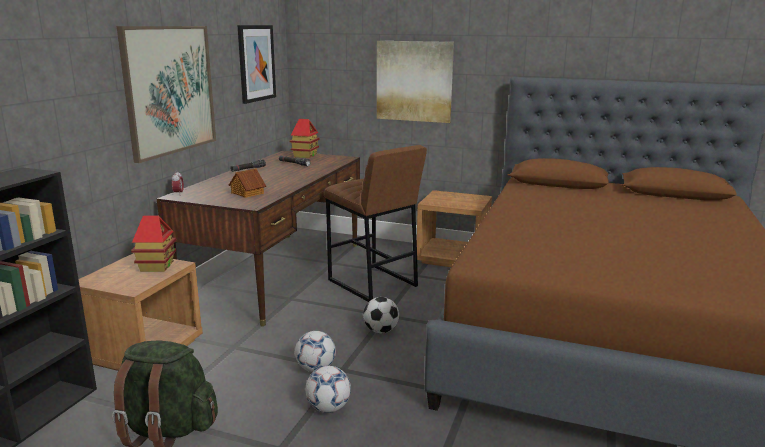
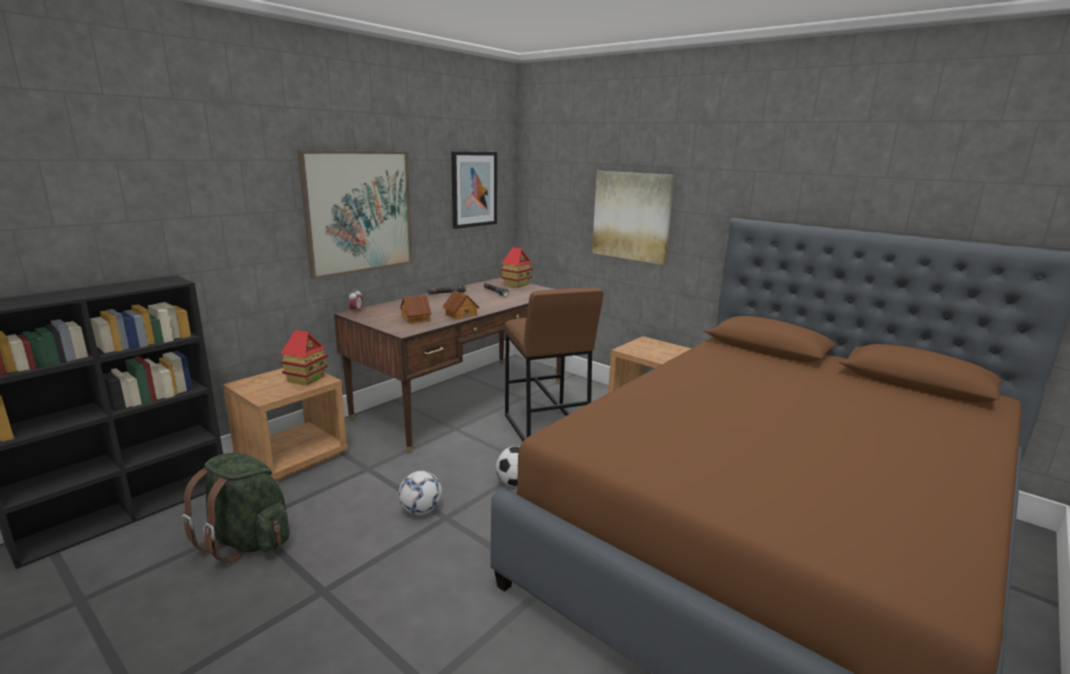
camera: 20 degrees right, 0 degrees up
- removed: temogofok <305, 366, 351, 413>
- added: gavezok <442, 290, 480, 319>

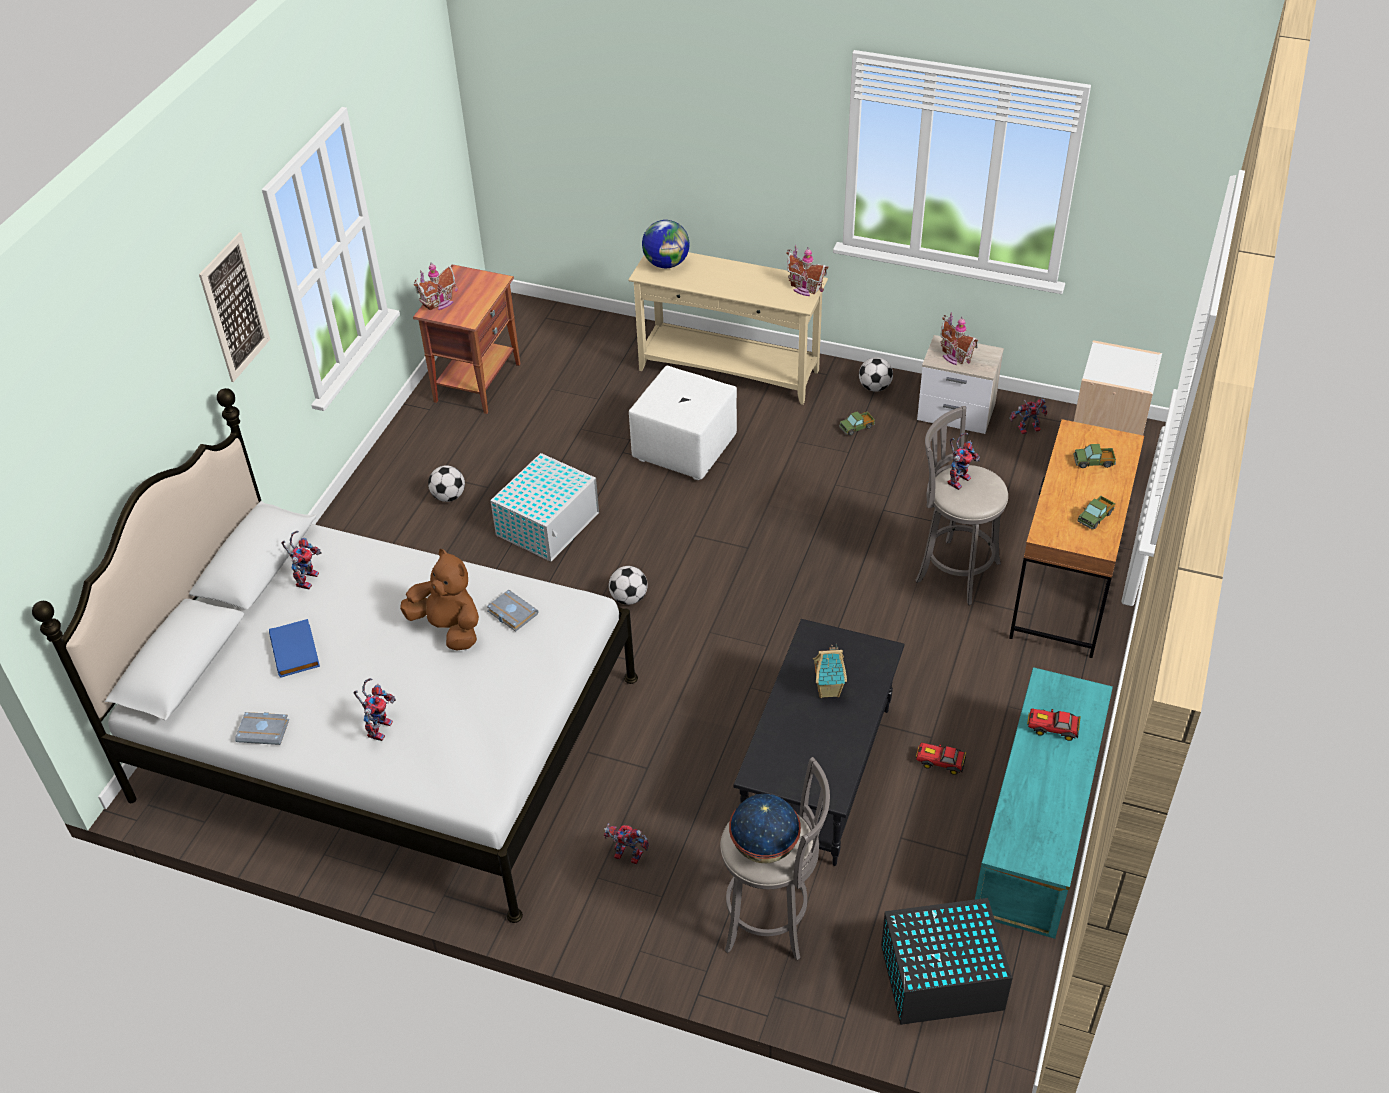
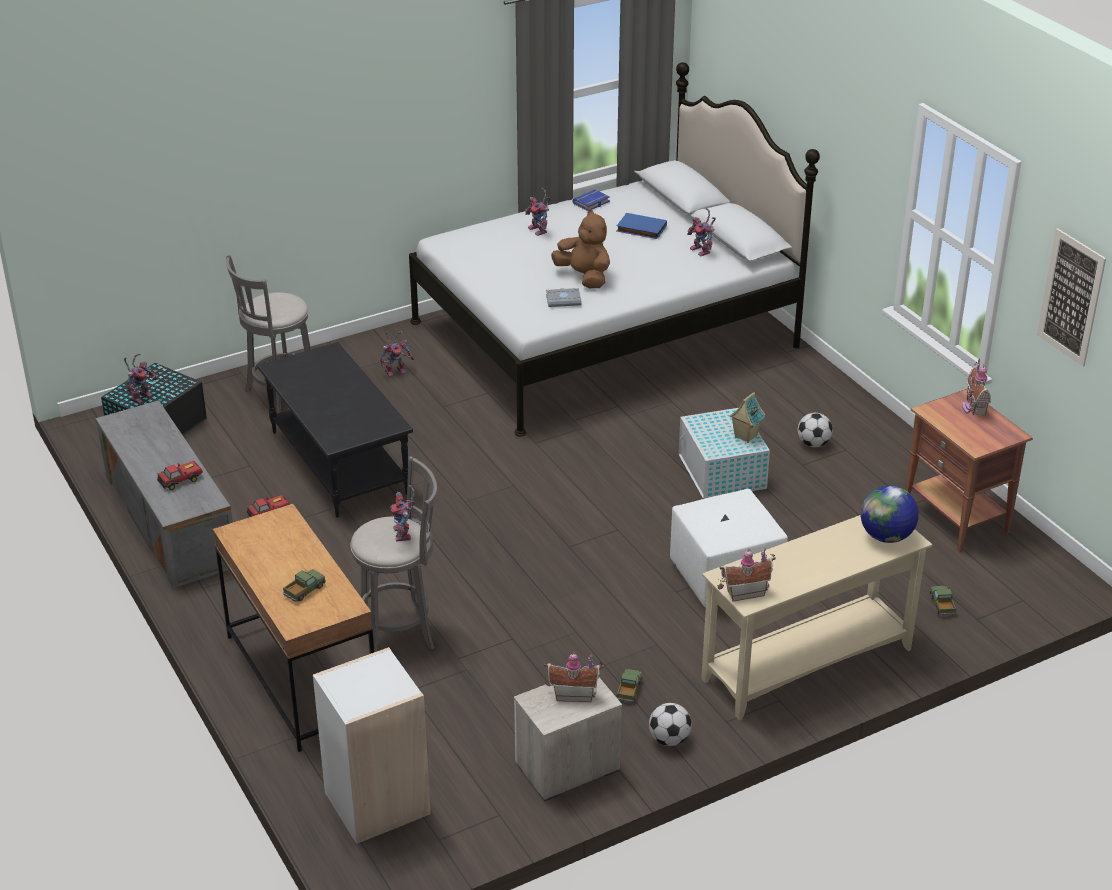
camera: 130 degrees right, 10 degrees down
- moved: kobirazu <199, 232, 270, 382> to <1037, 228, 1106, 367>
- moved: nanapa <1009, 397, 1047, 434> to <124, 353, 158, 404>
- moved: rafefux <1078, 496, 1115, 529> to <930, 586, 956, 617>
- turned: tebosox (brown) <400, 549, 479, 651> = <551, 209, 610, 288> 120 degrees counterclockwise
- removed: temogofok <609, 566, 648, 605>
- moved: gavezok <813, 643, 847, 698> to <730, 392, 765, 443>
- recoloured: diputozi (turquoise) <975, 667, 1113, 939> to diputozi (grey) <95, 400, 233, 588>
- recoloured: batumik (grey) <235, 712, 289, 745> to batumik (blue) <572, 189, 610, 211>
- removed: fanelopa <729, 794, 801, 863>

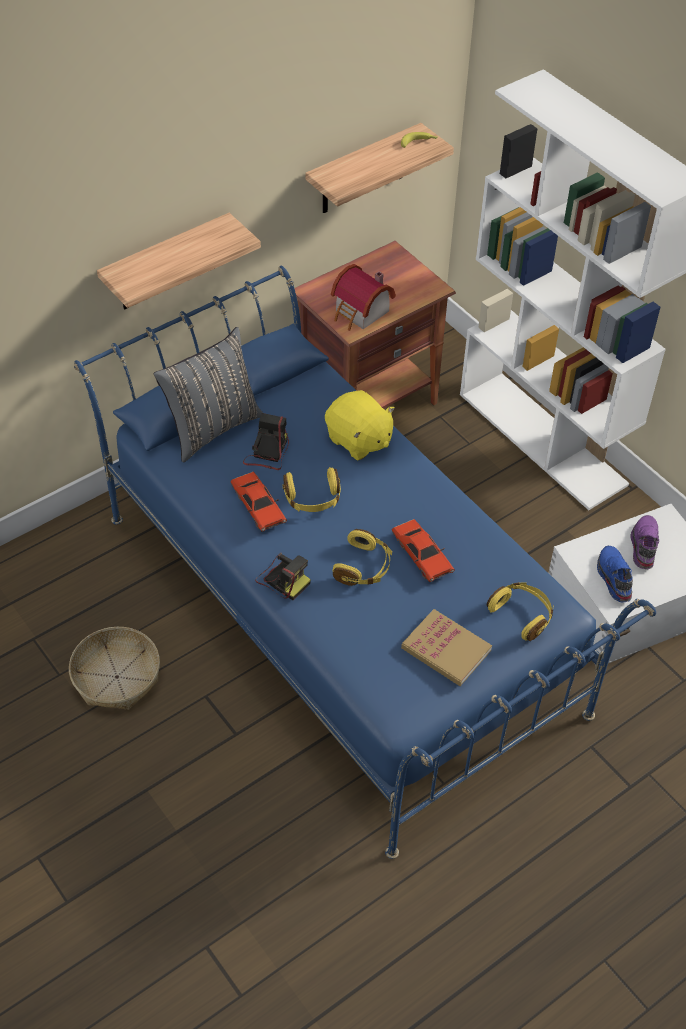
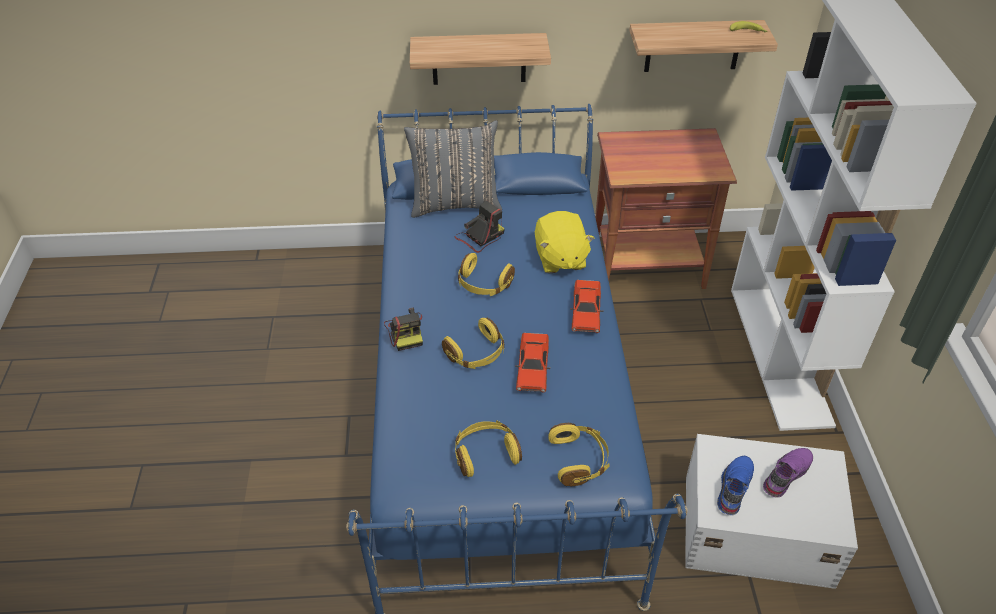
camera: 35 degrees right, 5 degrees down
- removed: gavezok <331, 264, 396, 331>
- moved: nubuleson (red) <231, 472, 287, 532> to <570, 280, 603, 333>
- replaced: batumik <401, 609, 492, 686> to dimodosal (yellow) <455, 420, 522, 477>
- removed: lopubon <69, 627, 160, 710>

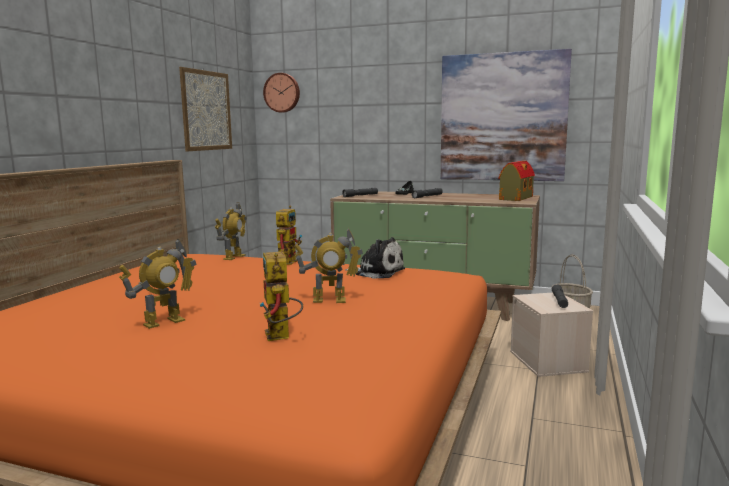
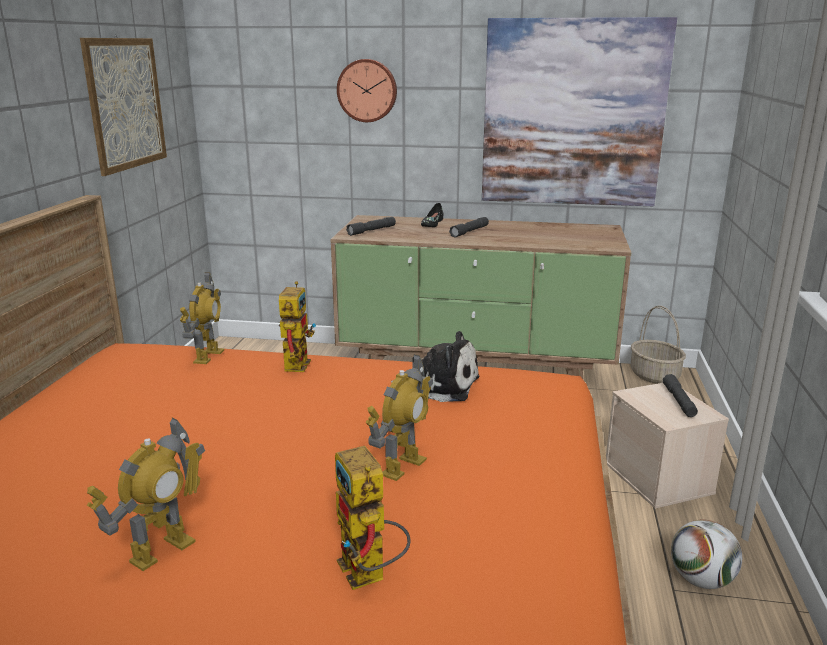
camera: 10 degrees left, 10 degrees up
- moved: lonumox <263, 73, 300, 113> to <337, 59, 397, 122>
- removed: gavezok <498, 161, 535, 201>
- turned: nanapa <294, 229, 363, 303> = <366, 354, 433, 481> 45 degrees counterclockwise
- added: temogofok <671, 520, 742, 589>

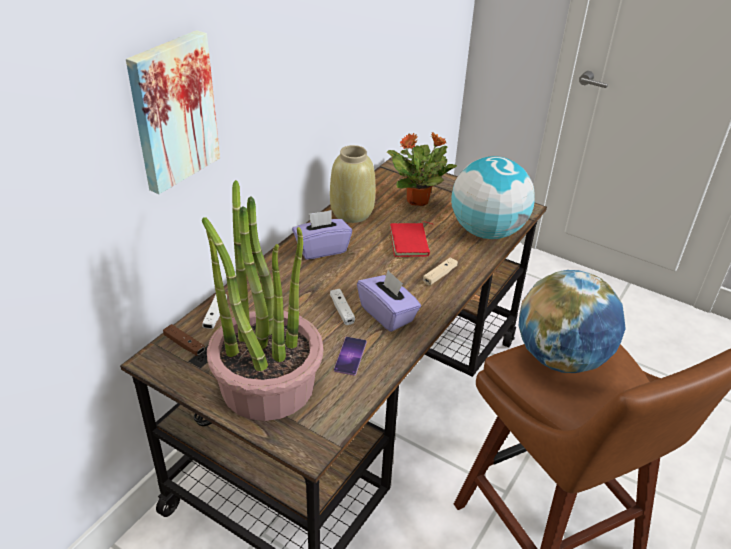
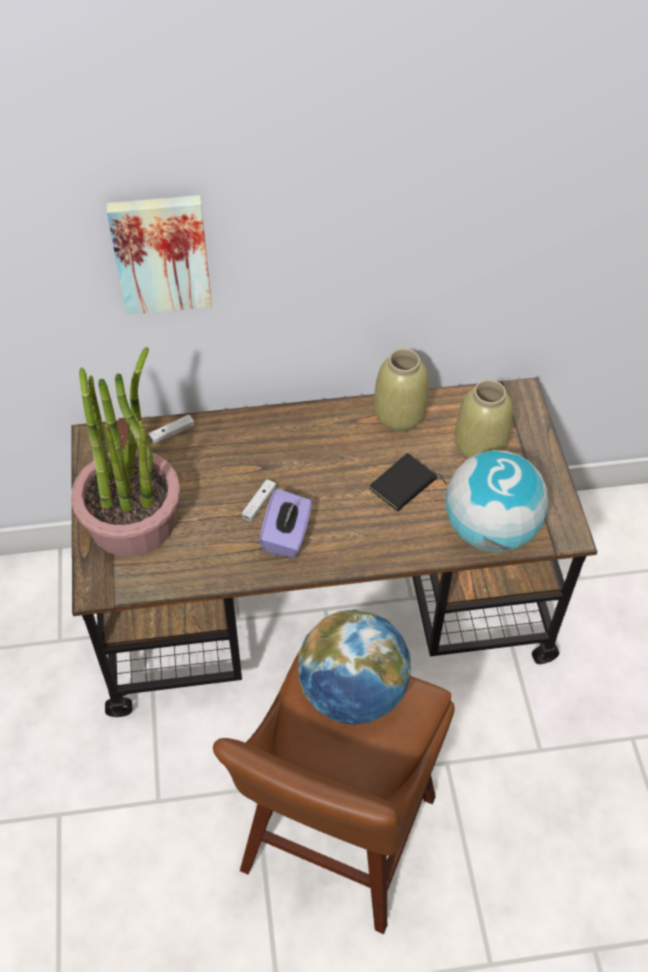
camera: 50 degrees right, 15 degrees up
- replaced: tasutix <387, 132, 457, 206> to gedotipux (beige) <455, 380, 513, 459>
- removed: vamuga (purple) <292, 210, 352, 260>
- recoloured: batumik (red) <390, 221, 434, 257> to batumik (black) <369, 453, 447, 512>
- removed: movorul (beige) <423, 257, 458, 286>
- removed: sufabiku <334, 337, 367, 376>

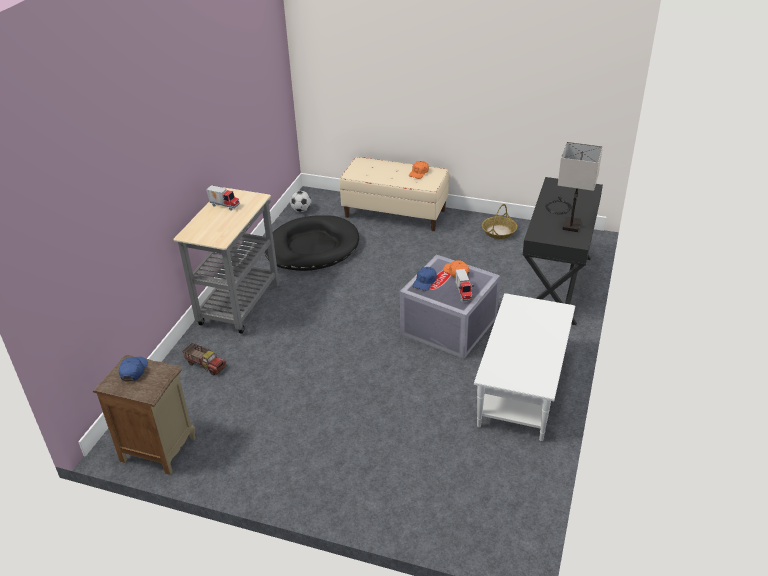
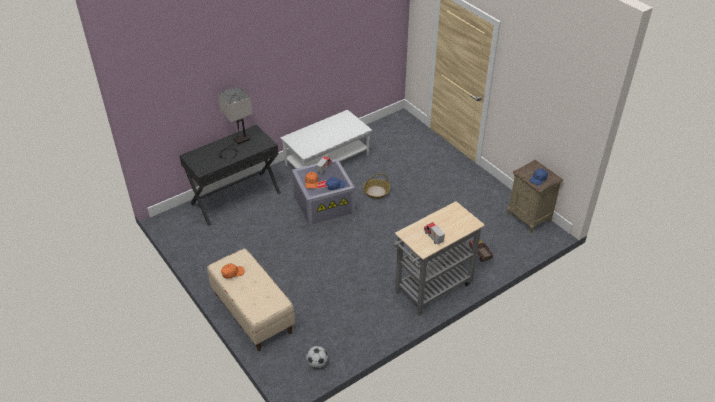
camera: 145 degrees left, 5 degrees up
- moved: lopubon <482, 204, 517, 239> to <363, 174, 390, 199>
- removed: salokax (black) <264, 215, 359, 271>

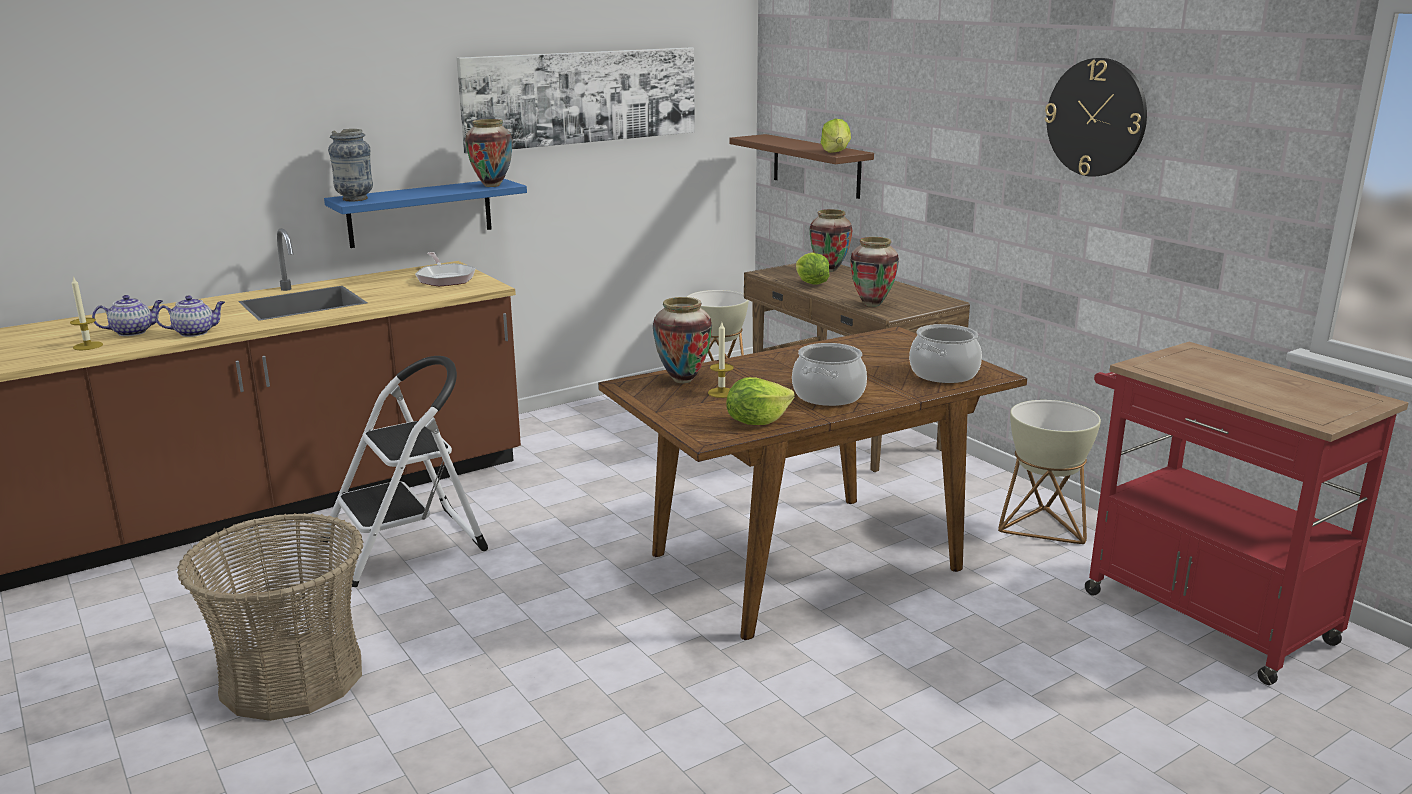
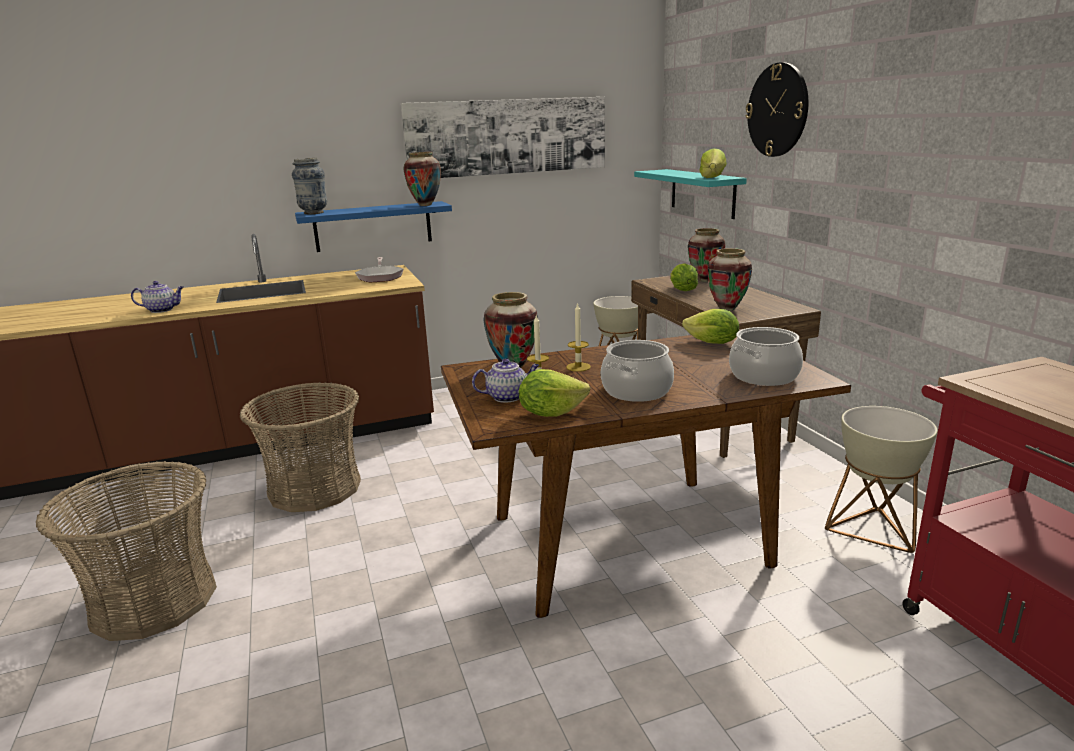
camera: 15 degrees right, 0 degrees up
- moved: lonumox <1045, 58, 1147, 177> to <745, 62, 808, 157>
- recoloured: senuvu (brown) <729, 134, 874, 199> to senuvu (turquoise) <634, 169, 747, 219>
- moved: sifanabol <70, 276, 103, 350> to <566, 302, 591, 372>
- moved: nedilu <92, 295, 163, 336> to <472, 358, 539, 403>
- replaced: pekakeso <321, 356, 488, 587> to lopubon <240, 382, 361, 512>
- added: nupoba <682, 309, 739, 344>

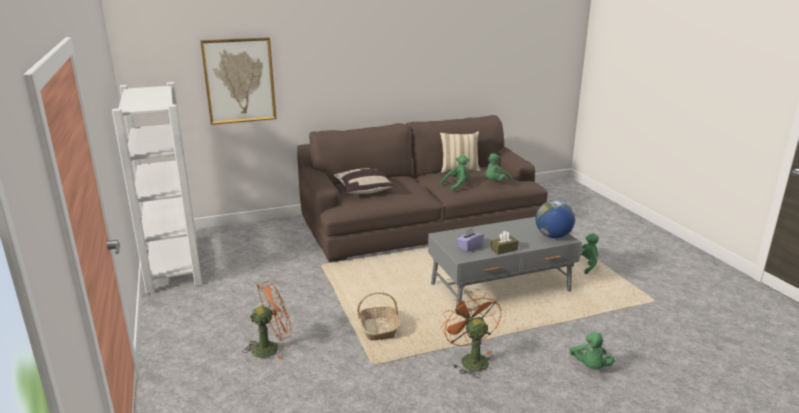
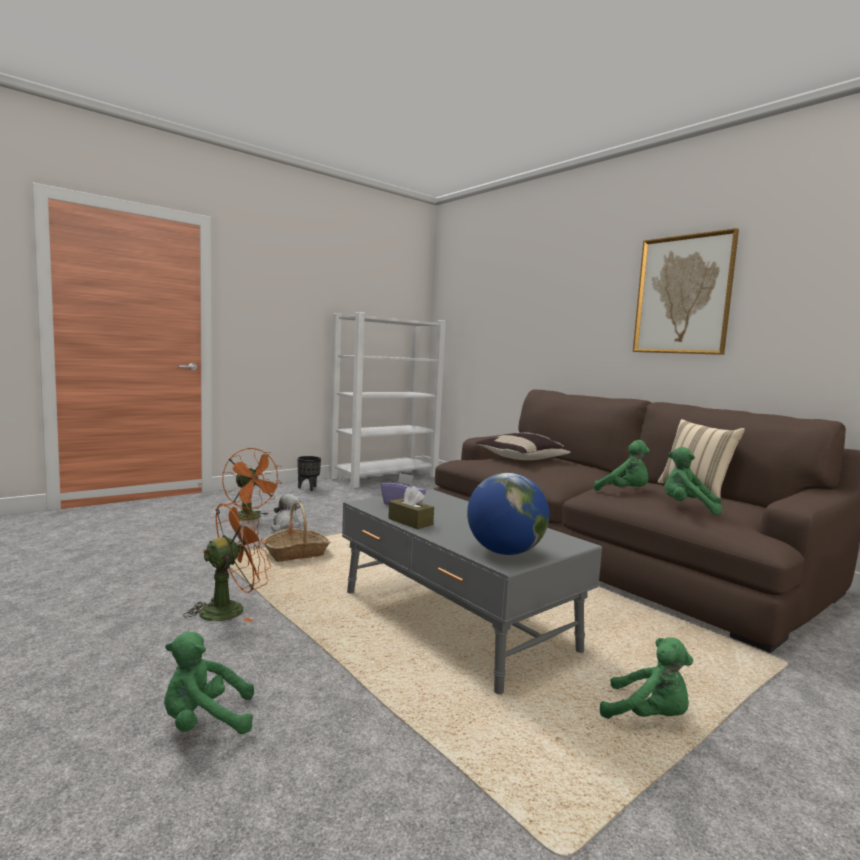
camera: 70 degrees right, 15 degrees down
- moved: kobirazu <200, 37, 276, 125> to <633, 228, 739, 355>
- added: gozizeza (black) <297, 456, 321, 491>
- added: tebosox <271, 494, 301, 532>

